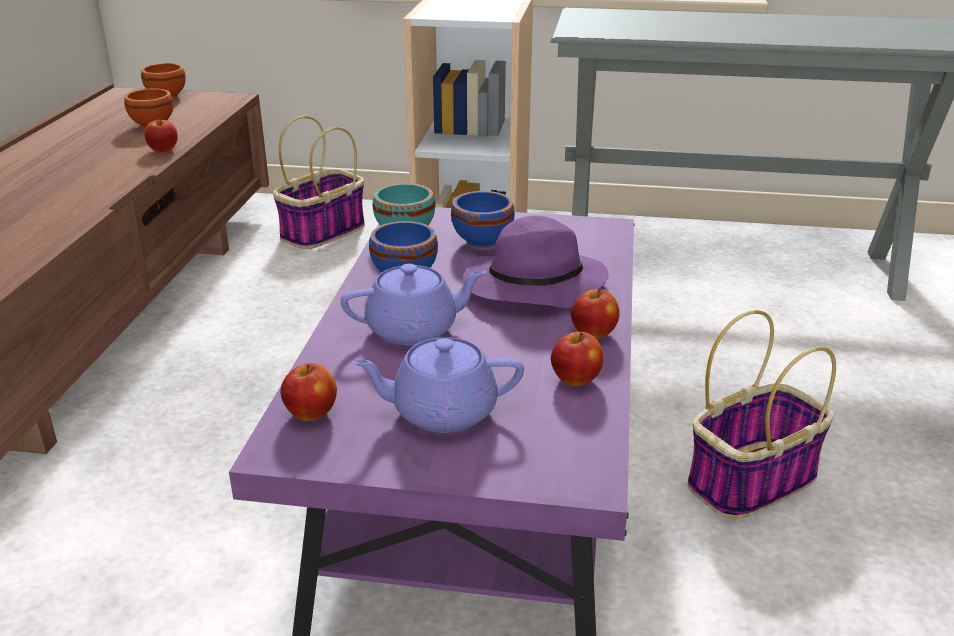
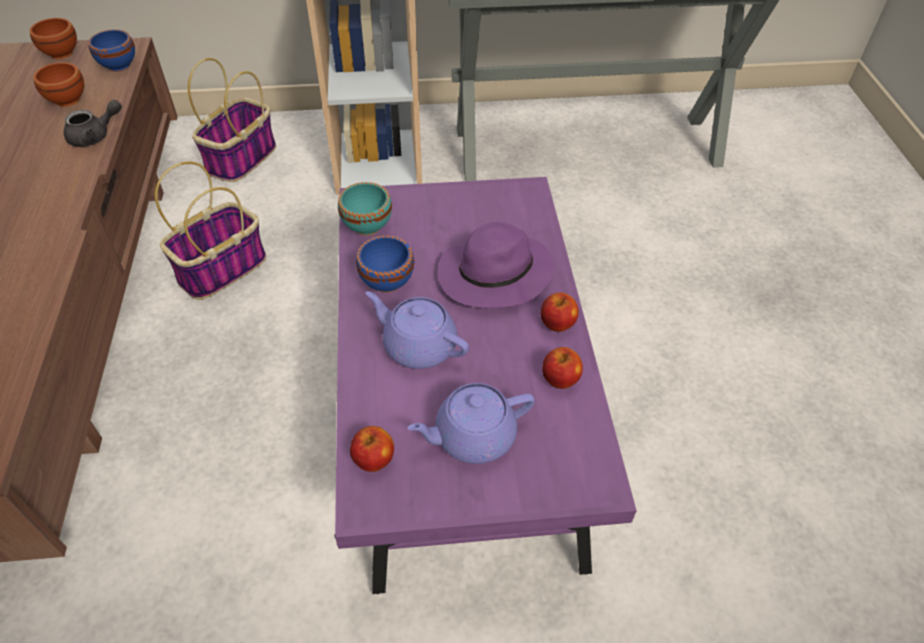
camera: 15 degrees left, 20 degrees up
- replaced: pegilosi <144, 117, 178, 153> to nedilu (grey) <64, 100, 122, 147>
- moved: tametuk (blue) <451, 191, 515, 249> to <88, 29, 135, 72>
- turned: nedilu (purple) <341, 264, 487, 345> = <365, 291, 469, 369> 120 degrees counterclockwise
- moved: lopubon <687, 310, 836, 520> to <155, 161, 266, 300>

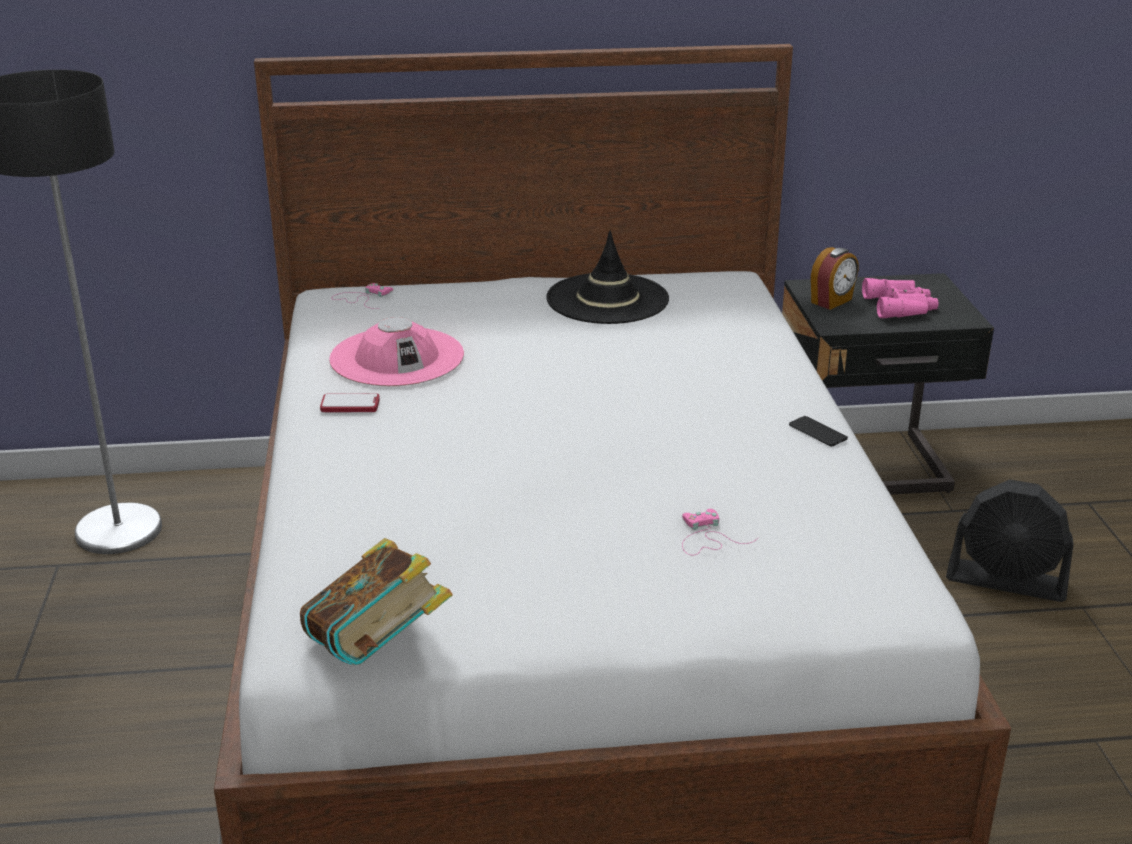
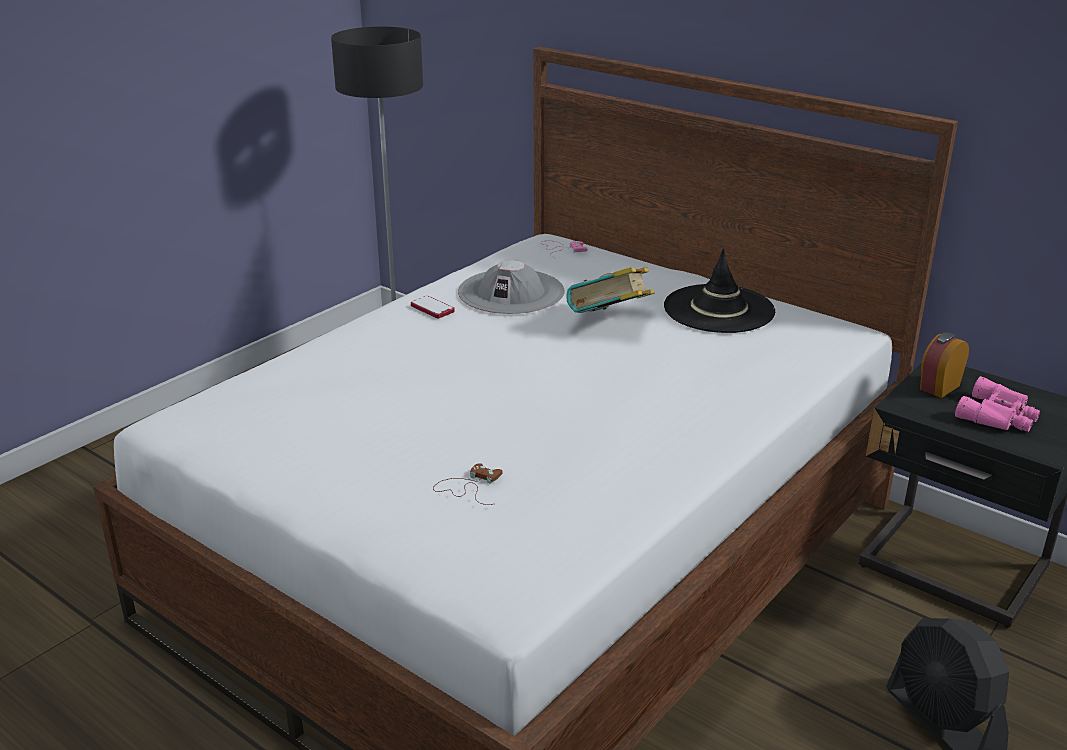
camera: 45 degrees right, 0 degrees up
- turned: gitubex <811, 247, 859, 310> = <920, 332, 969, 398> 135 degrees clockwise
- recoloured: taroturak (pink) <329, 317, 464, 386> to taroturak (grey) <458, 260, 565, 314>
- removed: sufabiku <789, 416, 848, 447>
- recoloured: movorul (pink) <682, 509, 759, 556> to movorul (brown) <433, 463, 503, 505>
- moved: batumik <300, 538, 453, 665> to <566, 267, 655, 313>

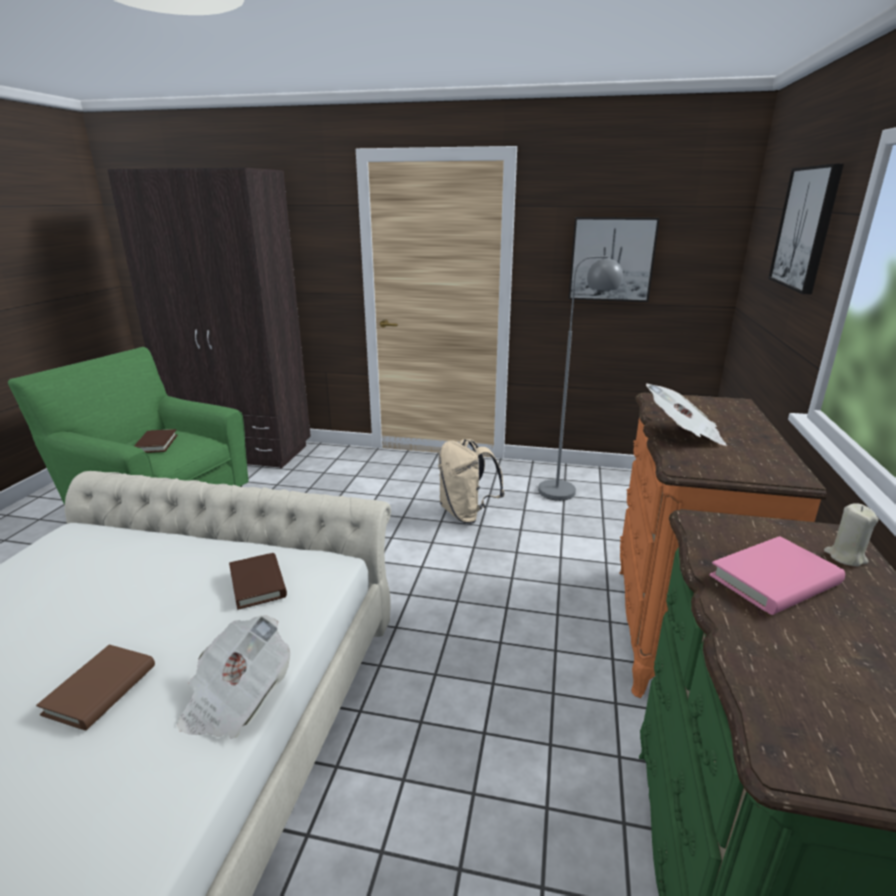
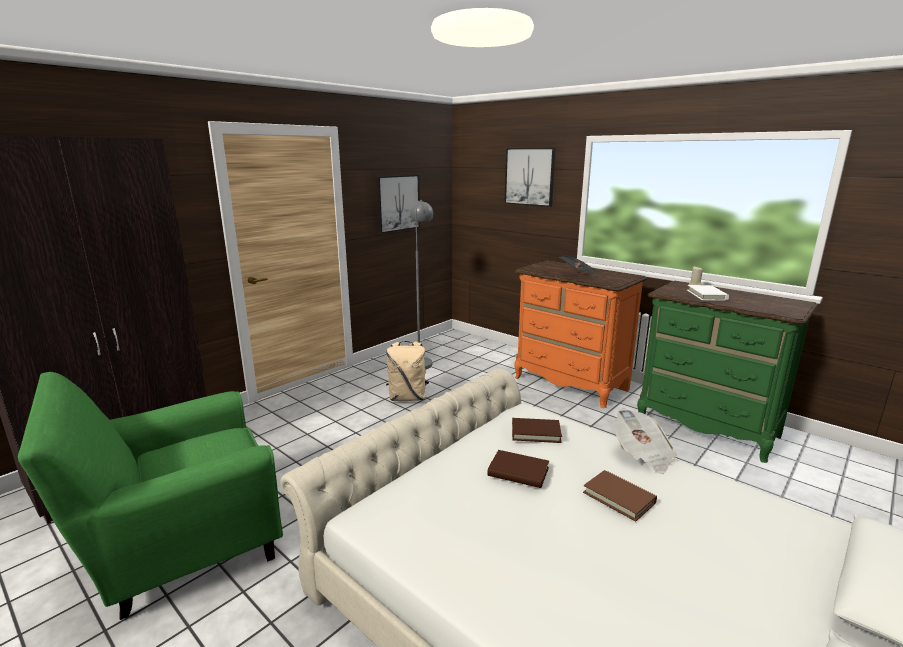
camera: 60 degrees left, 5 degrees down
- moved: batumik (brown) <134, 429, 177, 453> to <487, 450, 549, 488>
- recoloured: batumik (pink) <709, 536, 845, 615> to batumik (white) <687, 285, 729, 301>

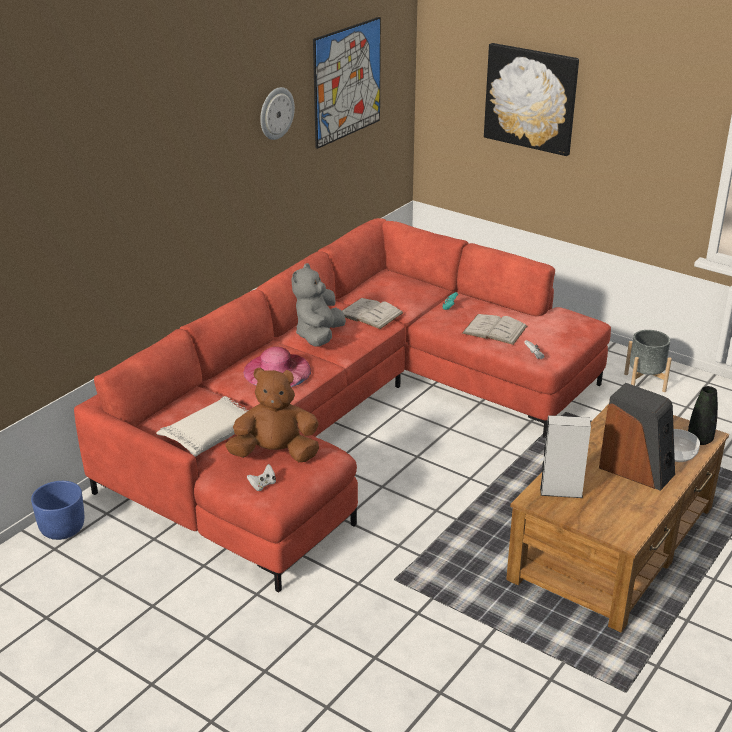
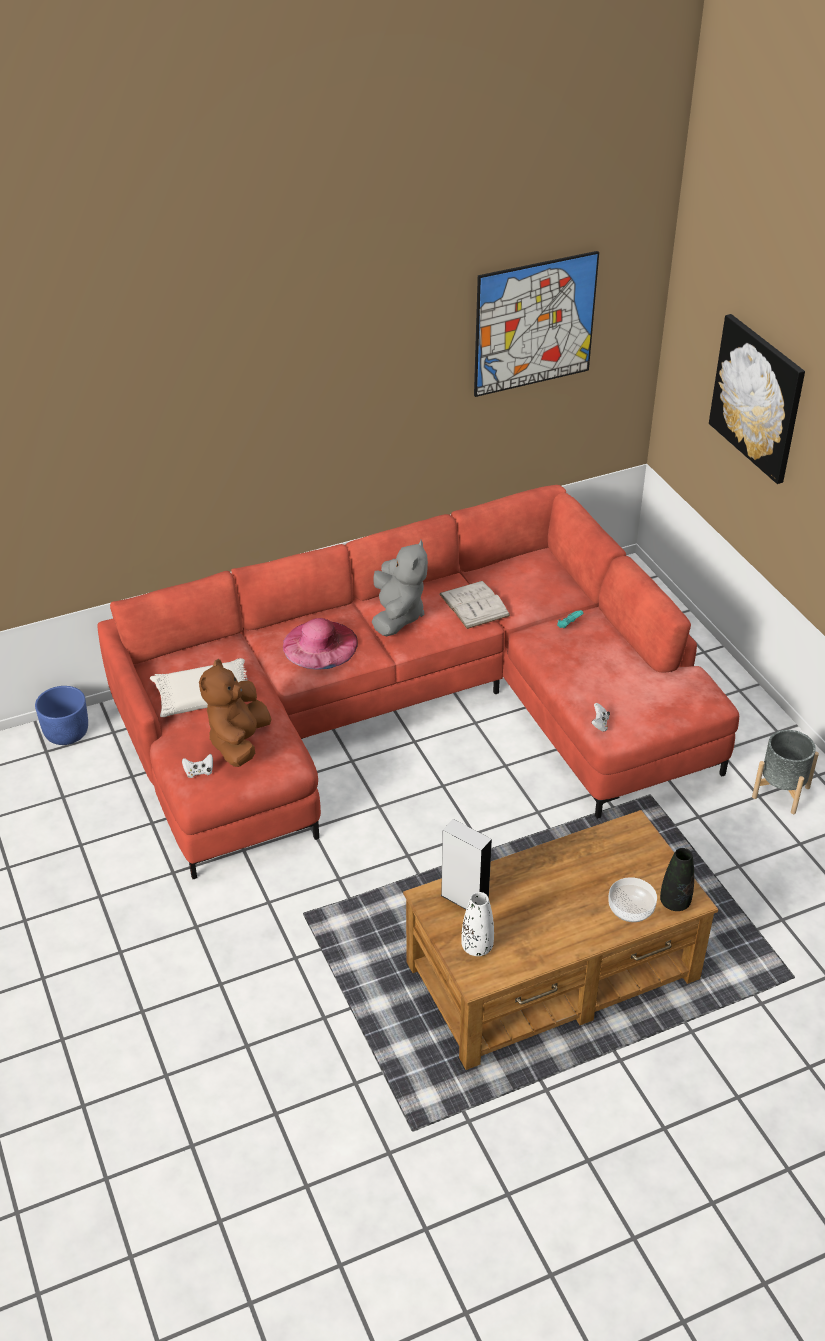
camera: 30 degrees right, 10 degrees up
- removed: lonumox <260, 87, 295, 140>
- turned: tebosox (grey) <291, 263, 346, 347> = <372, 540, 428, 637> 135 degrees clockwise
- removed: batumik (white) <462, 314, 527, 345>
- turned: tebosox (brown) <225, 367, 319, 462> = <199, 659, 271, 767> 105 degrees counterclockwise
- removed: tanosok <599, 383, 675, 491>
- added: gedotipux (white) <461, 892, 494, 956>

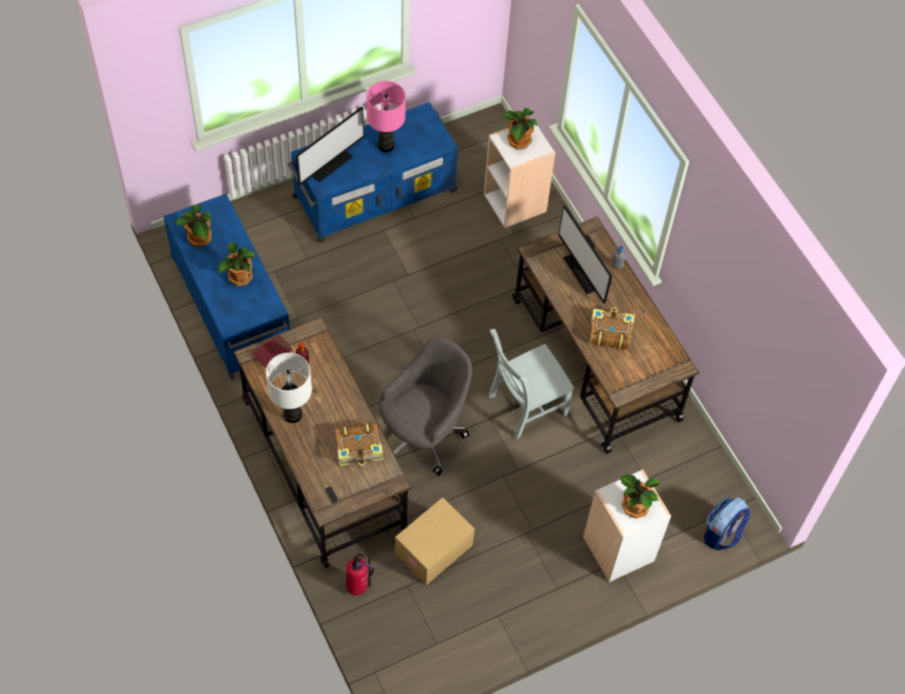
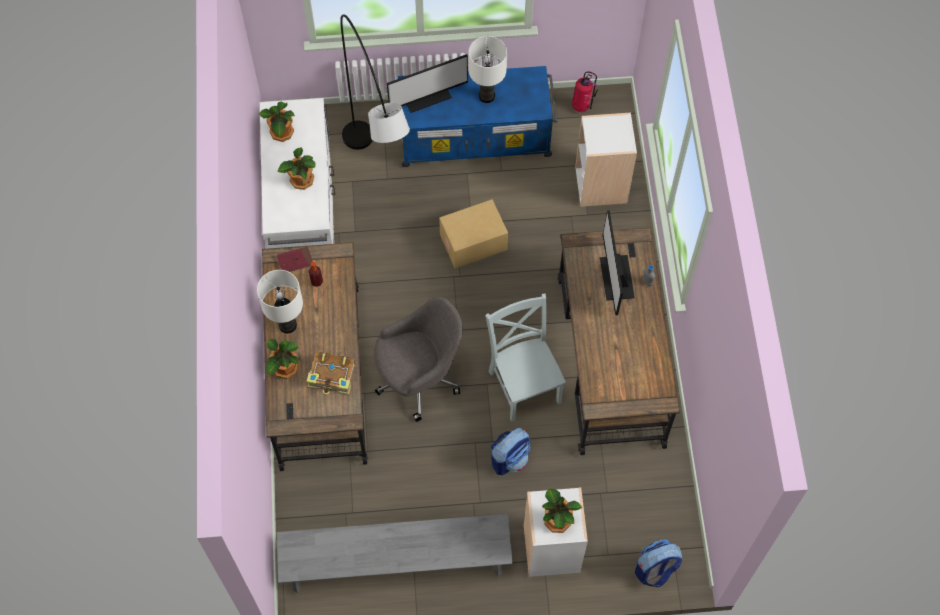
camera: 25 degrees right, 5 degrees up
- recoloured: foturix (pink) <366, 81, 406, 152> to foturix (white) <469, 36, 507, 103>
- moved: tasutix <503, 108, 537, 150> to <266, 339, 299, 379>
- recoloured: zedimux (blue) <164, 194, 290, 379> to zedimux (white) <260, 98, 335, 249>
- removed: batumik <590, 307, 635, 350>
- turned: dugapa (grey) <489, 329, 574, 440> = <485, 294, 566, 422> 75 degrees clockwise
- moved: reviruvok <395, 497, 475, 585> to <439, 199, 508, 268>
- moved: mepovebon <346, 553, 374, 595> to <572, 71, 598, 112>
- added: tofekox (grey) <340, 14, 410, 150>
- added: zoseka <491, 428, 531, 475>
- added: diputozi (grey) <277, 514, 513, 593>

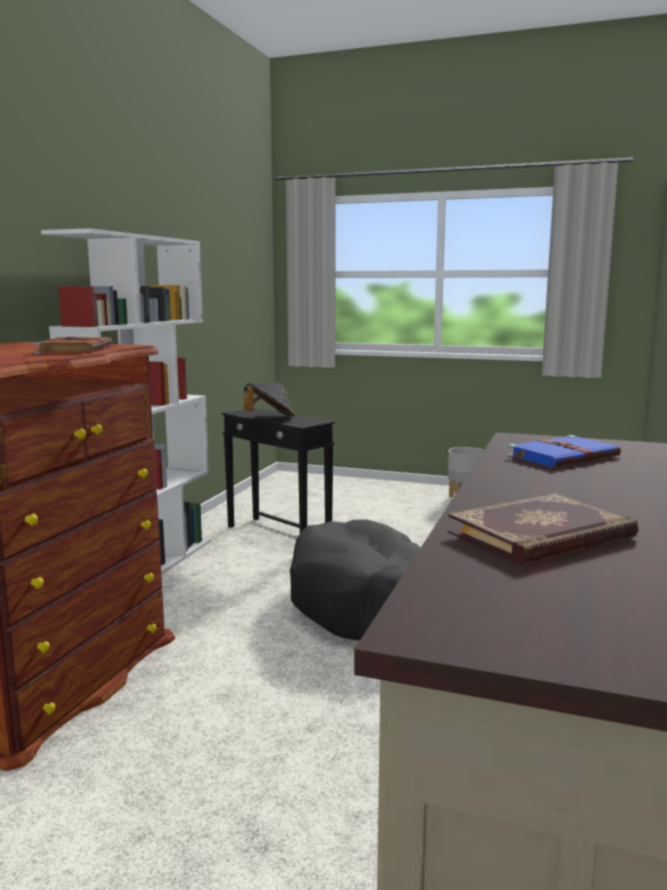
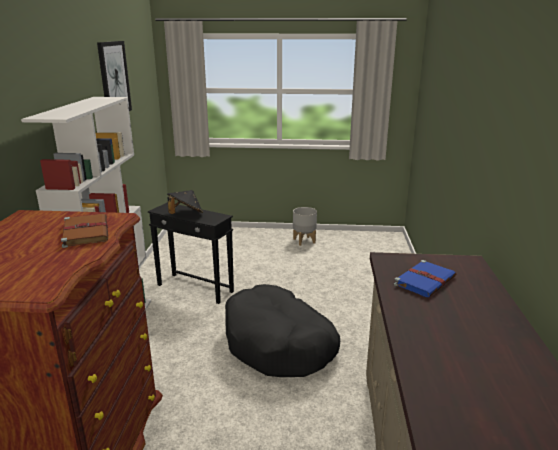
camera: 15 degrees left, 10 degrees up
- removed: batumik <448, 493, 638, 565>
- added: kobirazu <97, 41, 132, 111>

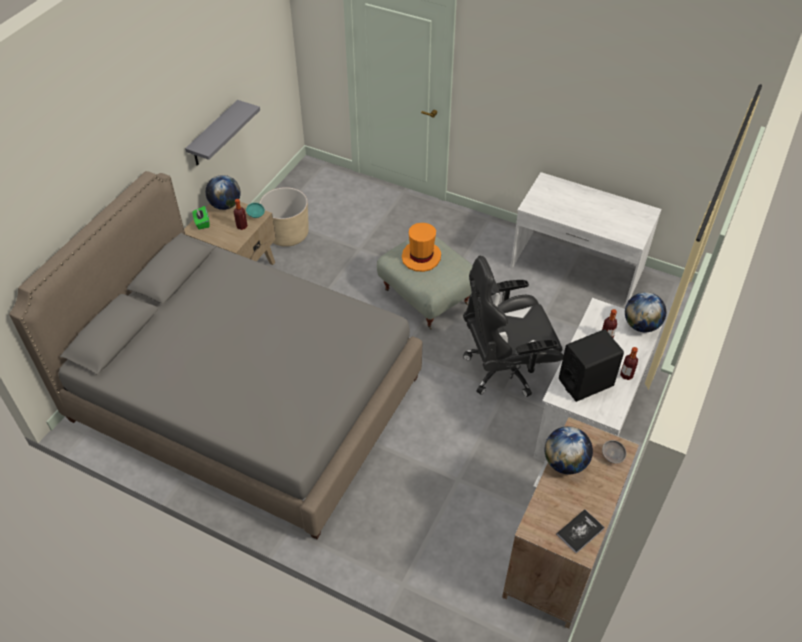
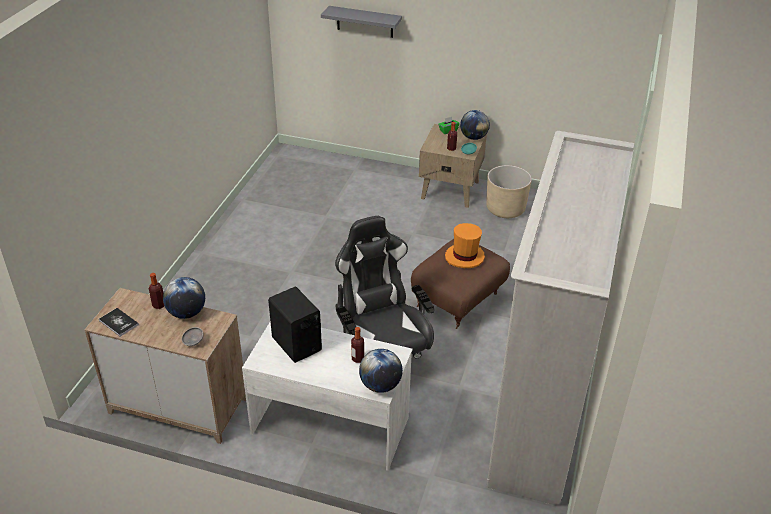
camera: 80 degrees right, 10 degrees down
- moved: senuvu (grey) <185, 100, 260, 166> to <321, 6, 402, 38>
- removed: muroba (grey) <9, 171, 422, 539>
- replaced: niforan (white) <510, 172, 662, 307> to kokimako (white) <486, 131, 634, 505>
- recoloured: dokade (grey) <377, 236, 473, 329> to dokade (brown) <411, 239, 510, 329>
- moved: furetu <620, 347, 638, 380> to <149, 273, 164, 309>

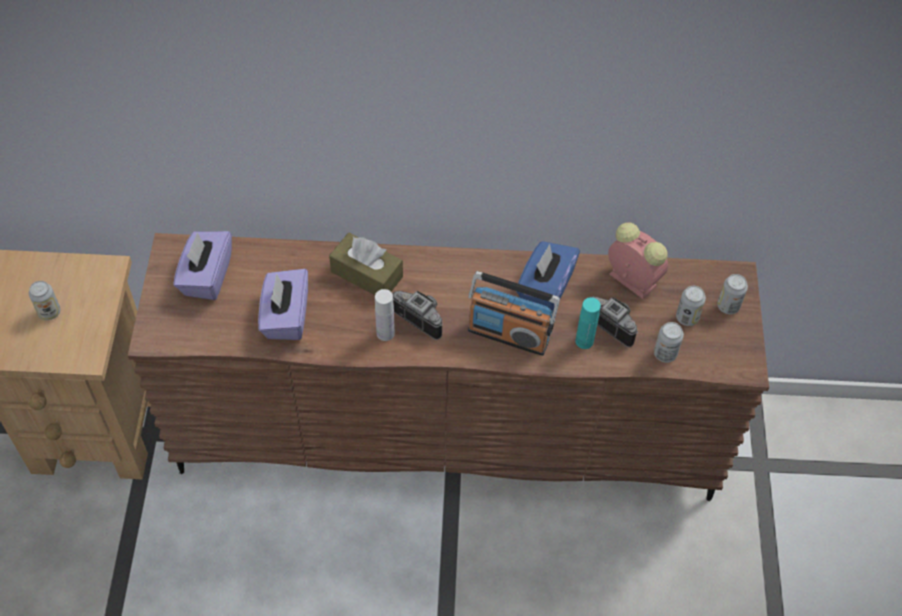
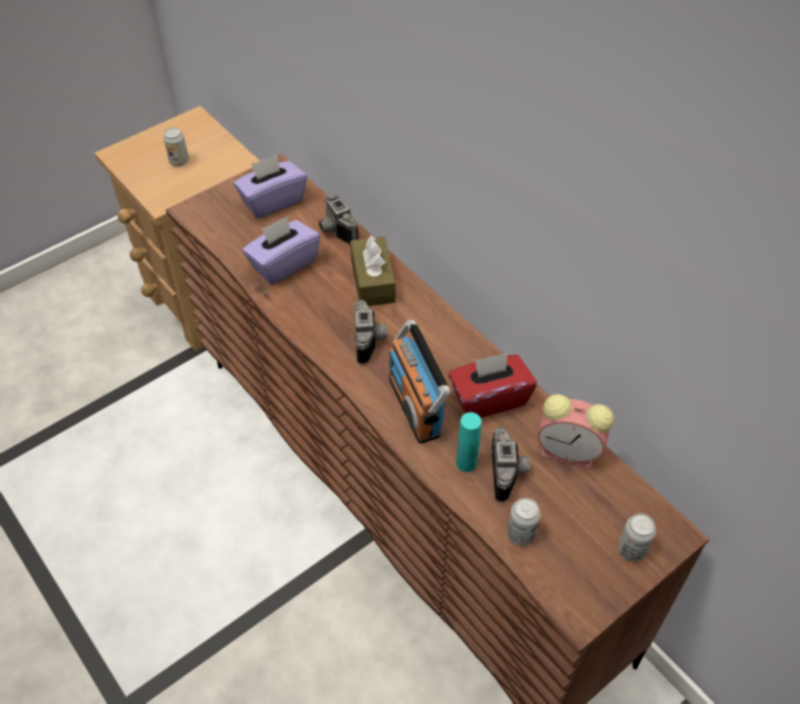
camera: 50 degrees right, 5 degrees down
- turned: gitubex <608, 222, 668, 299> = <537, 394, 614, 470> 105 degrees clockwise
- recoloured: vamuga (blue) <516, 241, 580, 311> to vamuga (red) <449, 353, 537, 418>
- removed: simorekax <676, 286, 706, 326>
- removed: furetu (white) <375, 289, 395, 341>
- added: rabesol <319, 192, 359, 244>

